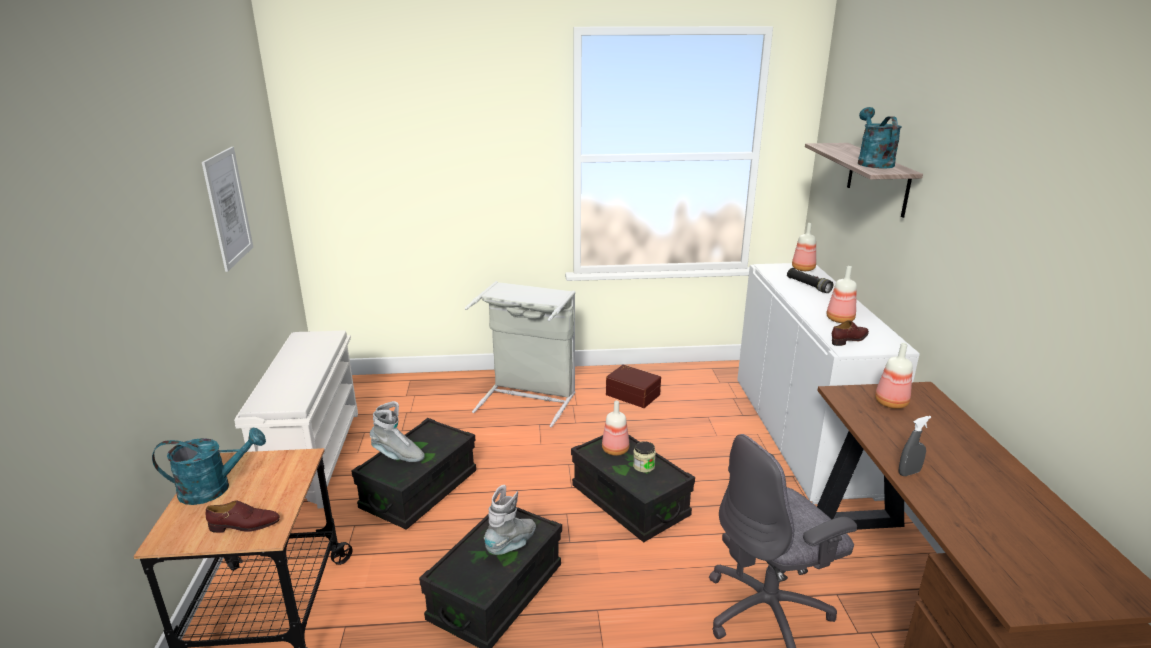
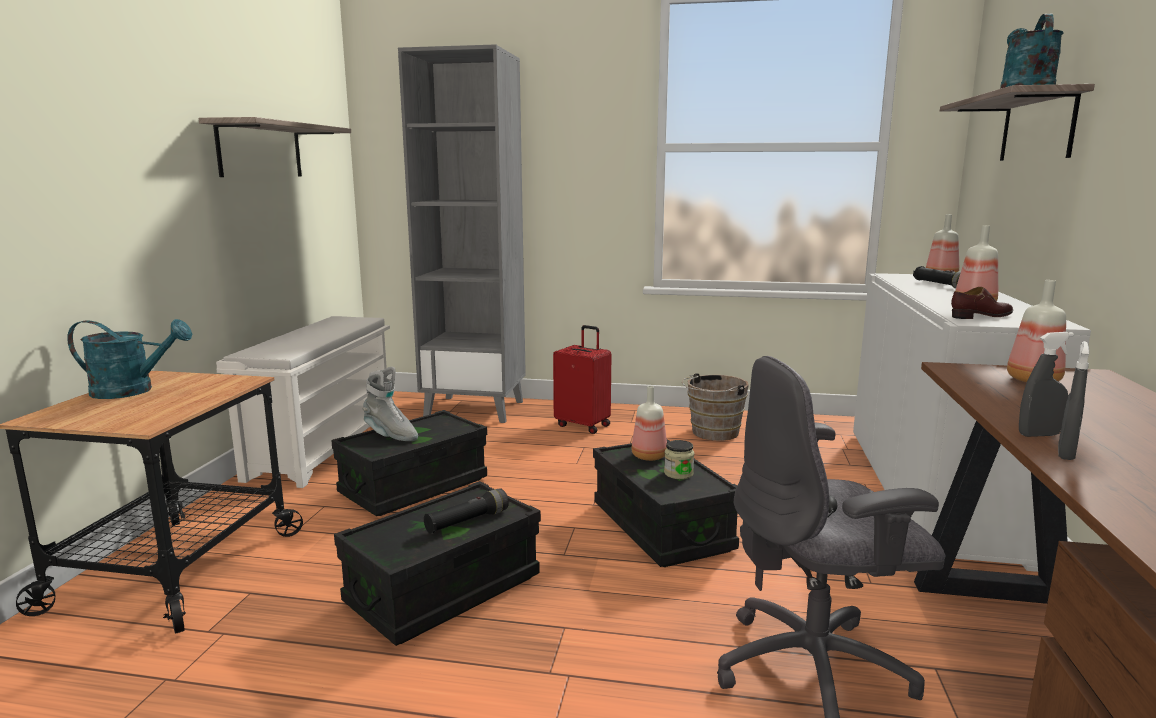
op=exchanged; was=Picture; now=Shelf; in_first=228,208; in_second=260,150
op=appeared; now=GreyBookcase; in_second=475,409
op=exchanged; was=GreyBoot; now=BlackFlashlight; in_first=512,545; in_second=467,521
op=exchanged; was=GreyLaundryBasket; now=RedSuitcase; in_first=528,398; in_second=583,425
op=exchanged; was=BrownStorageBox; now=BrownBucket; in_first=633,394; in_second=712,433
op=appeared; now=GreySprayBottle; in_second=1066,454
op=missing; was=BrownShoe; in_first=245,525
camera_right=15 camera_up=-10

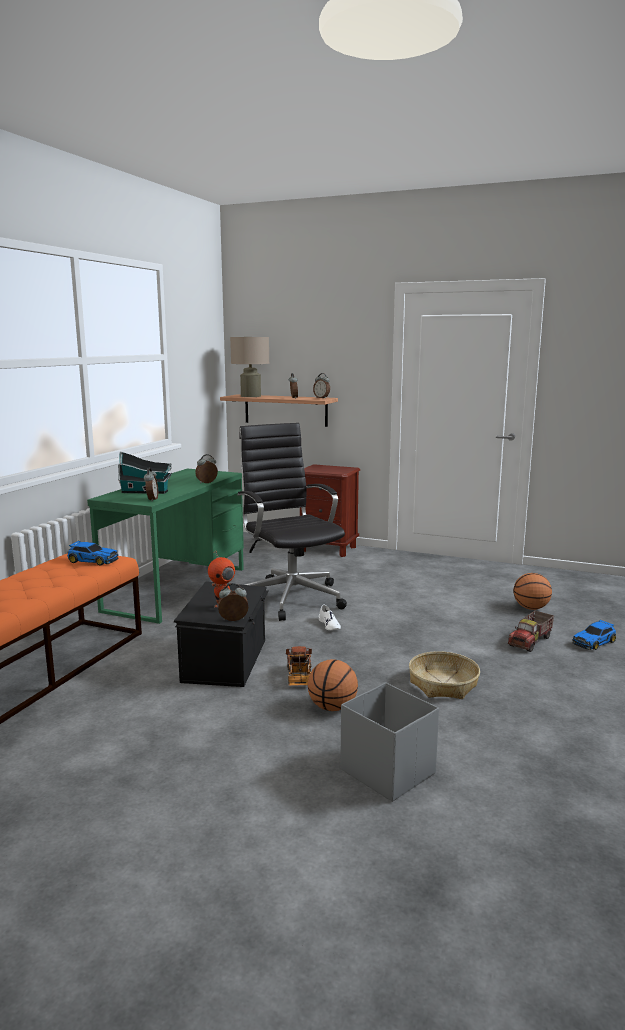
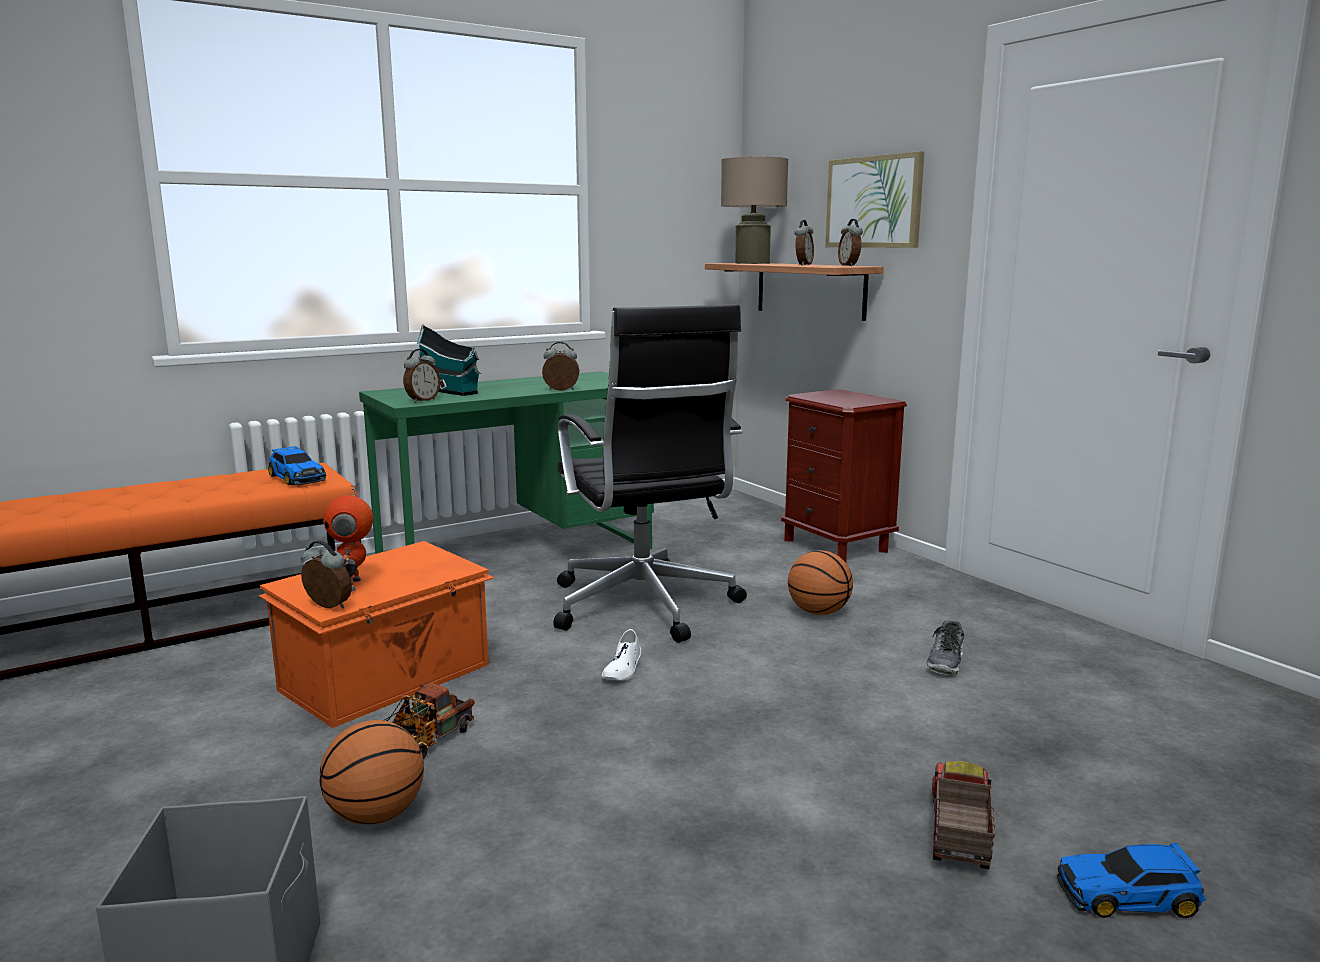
op=colour; was=BlackStorageBox; now=OrangeStorageBox; in_first=227,660; in_second=388,677
op=spun; was=BlackOfficeChair; in_first=290,597; in_second=644,607; clockwise=150
op=relocated; was=Basketball; in_first=531,608; in_second=818,612
op=appeared; now=Picture; in_second=874,202
op=appeared; now=Shoe; in_second=946,662
op=spun; was=ToyTruck; in_first=531,641; in_second=958,834; clockwise=120
op=missing; was=Basket; in_first=443,684
camera_right=35 camera_up=0

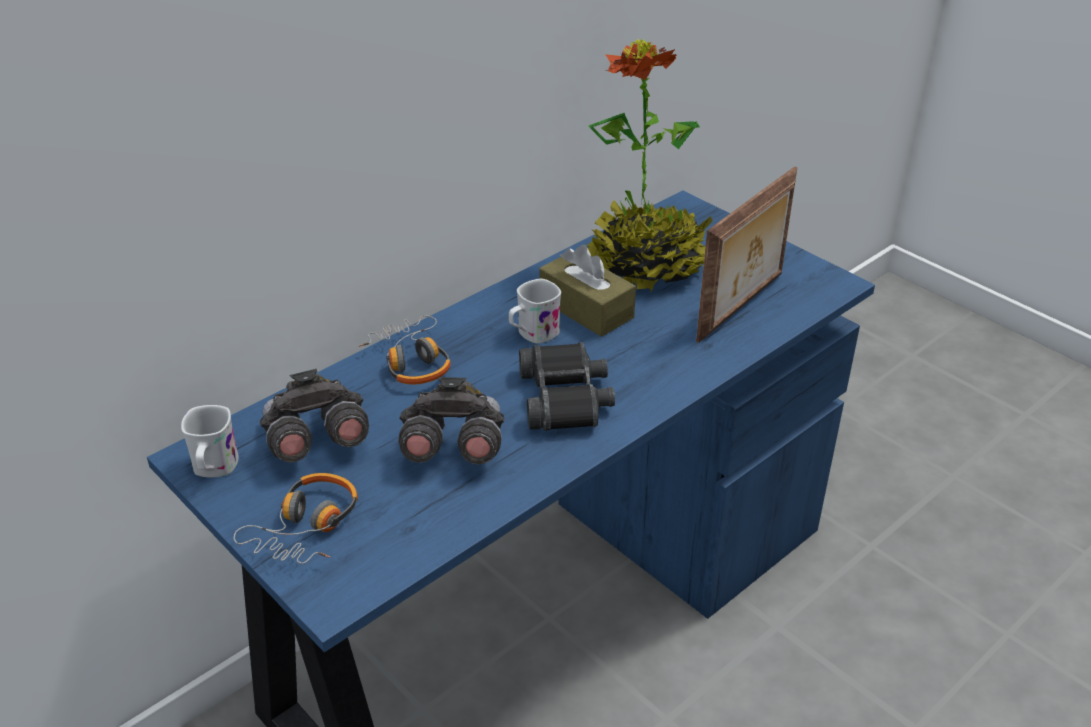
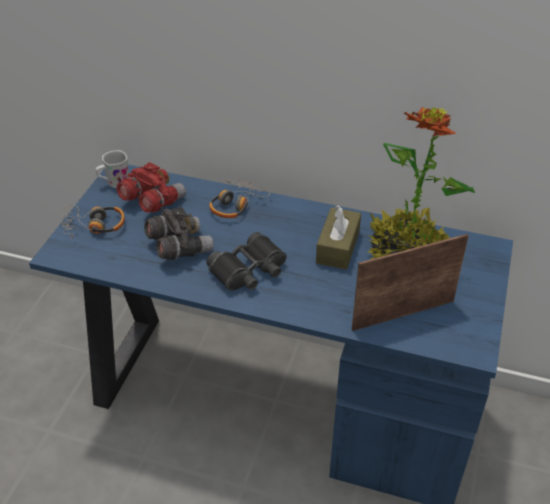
op=colour; was=GreyBinoculars; now=RedBinoculars; in_first=315,442; in_second=152,202
op=spun; was=PictureFrame; in_first=743,307; in_second=402,313; clockwise=150
op=missing; was=WhiteMug; in_first=533,334
camera_right=60 camera_up=5

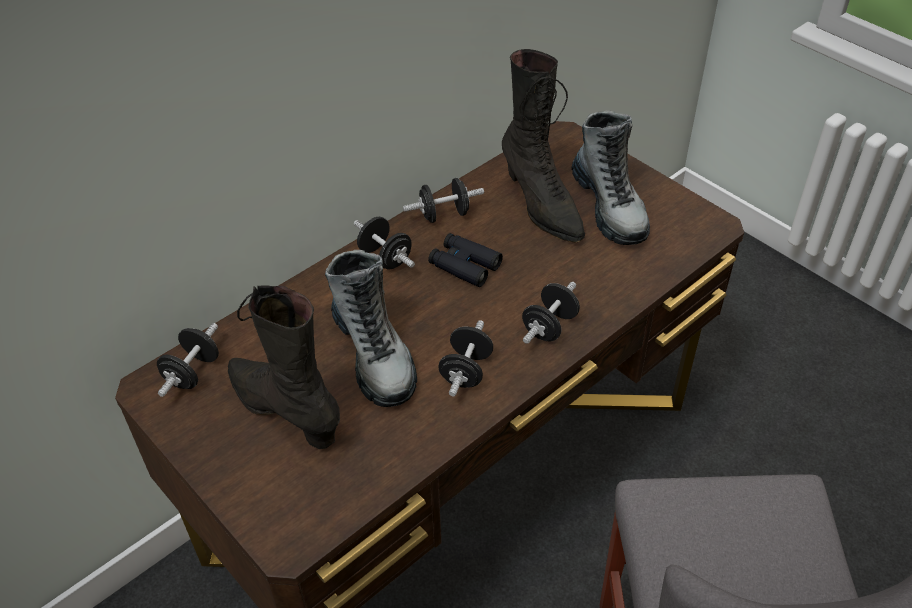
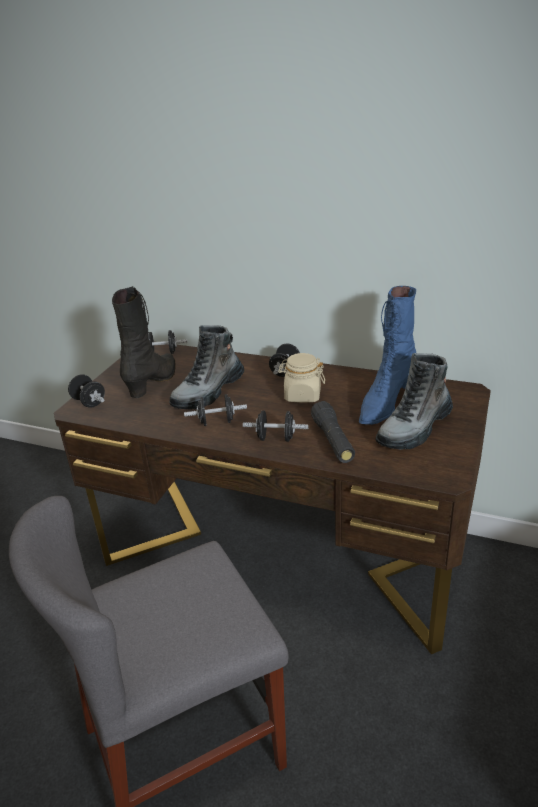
op=relocated; was=BlackDumbbell; in_first=444,214; in_second=89,402
op=exchanged; was=BlackBinoculars; now=BeigeJar; in_first=464,265; in_second=302,395
op=appeared; now=BlackFlashlight; in_second=333,441
op=colour; was=BlackBoot; now=BlueBoot; in_first=541,205; in_second=385,403
camera_right=65 camera_up=-15

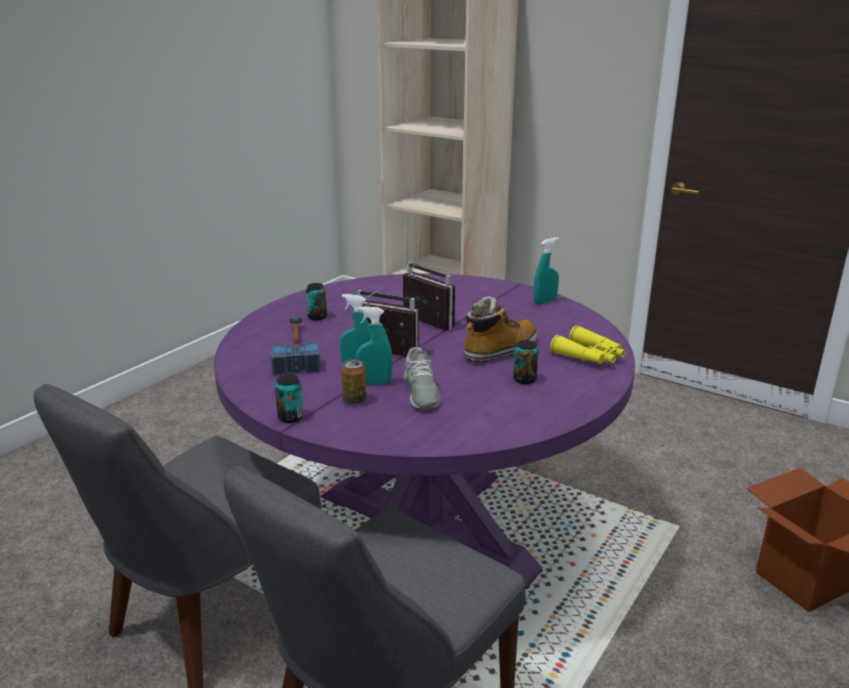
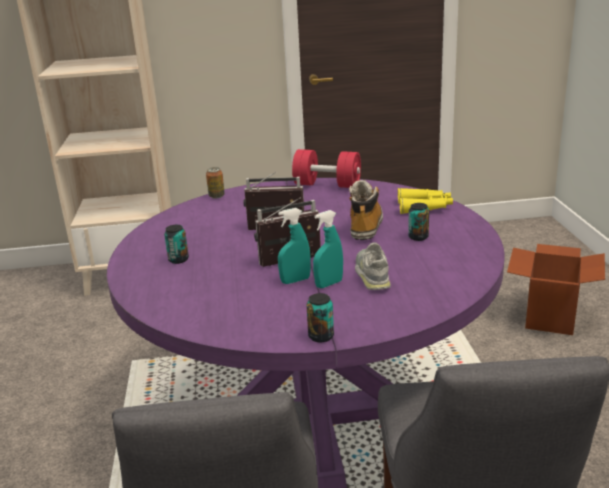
op=relocated; was=Can; in_first=354,400; in_second=216,196
op=exchanged; was=TurquoiseSprayBottle; now=RedDumbbell; in_first=545,301; in_second=327,185
op=spun; was=GreyShoe; in_first=420,392; in_second=372,274; clockwise=-135
op=missing; was=Hammer; in_first=296,349
camera_right=-40 camera_up=0

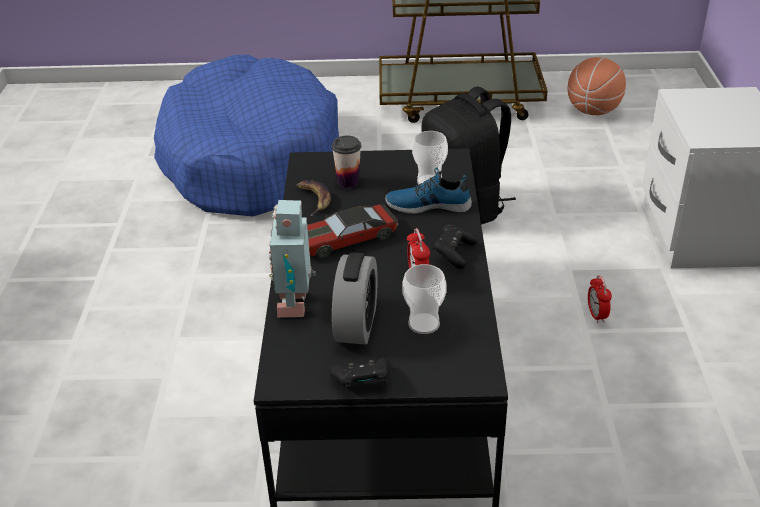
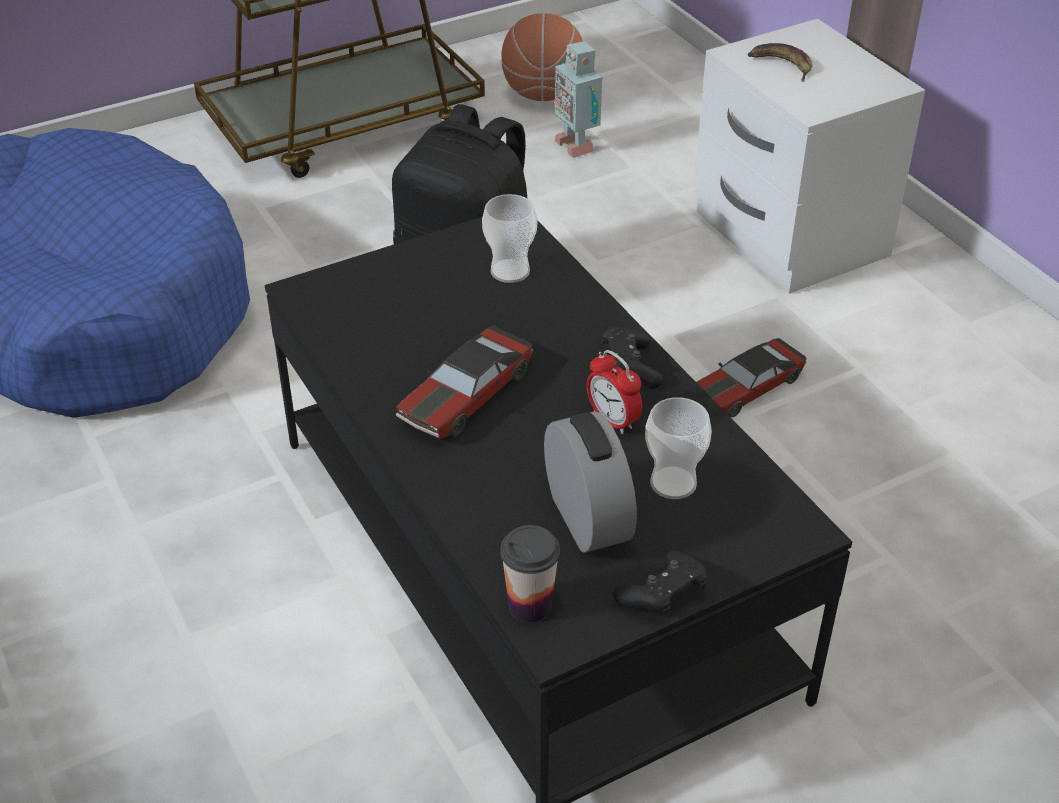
op=relocated; was=Cup; in_first=348,181; in_second=530,605
op=relocated; was=ToyRobot; in_first=296,304; in_second=576,145
op=exchanged; was=AlarmClock; now=ToyCar; in_first=596,315; in_second=746,388
op=relocated; was=Banana; in_first=314,199; in_second=781,65
op=missing; was=Shoe; in_first=428,204
camera_right=-30 camera_up=5

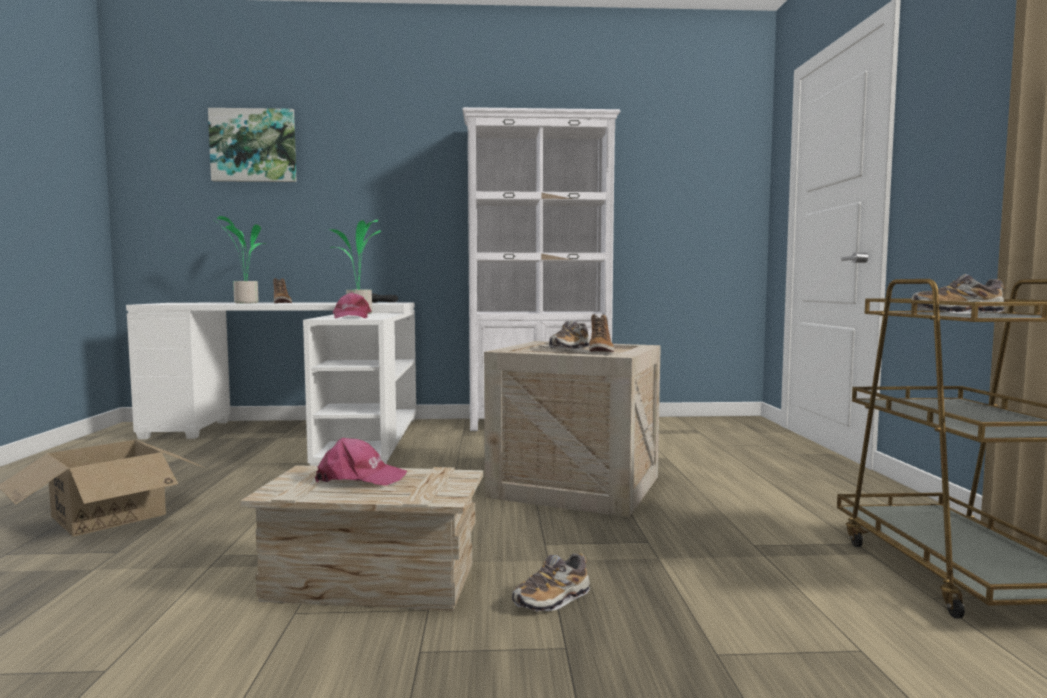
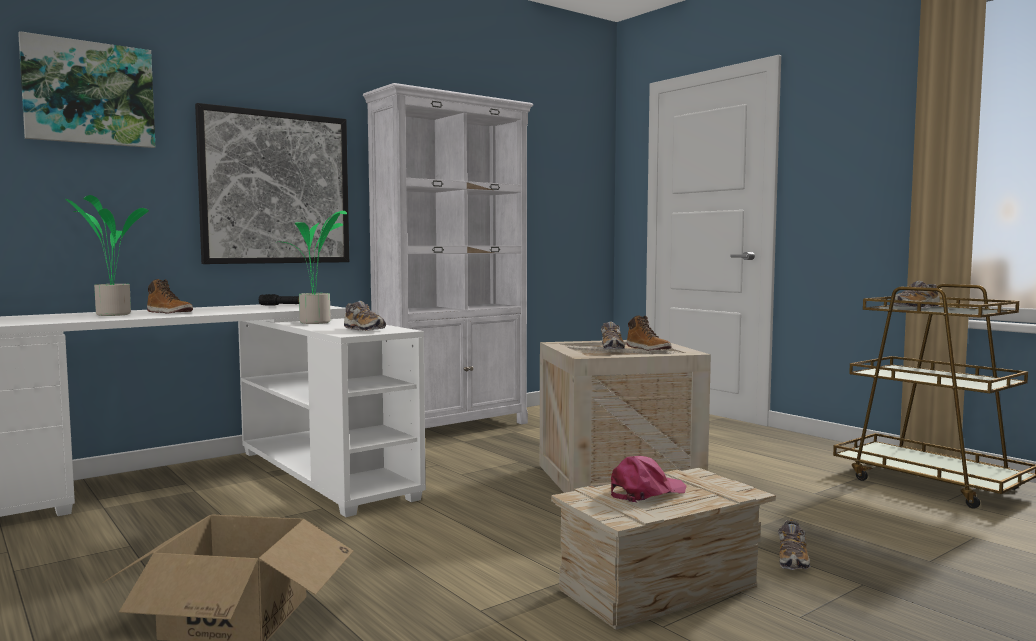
op=appeared; now=Picture; in_second=275,188
op=exchanged; was=PinkCap; now=Shoe; in_first=351,317; in_second=364,330
camera_right=-35 camera_up=0

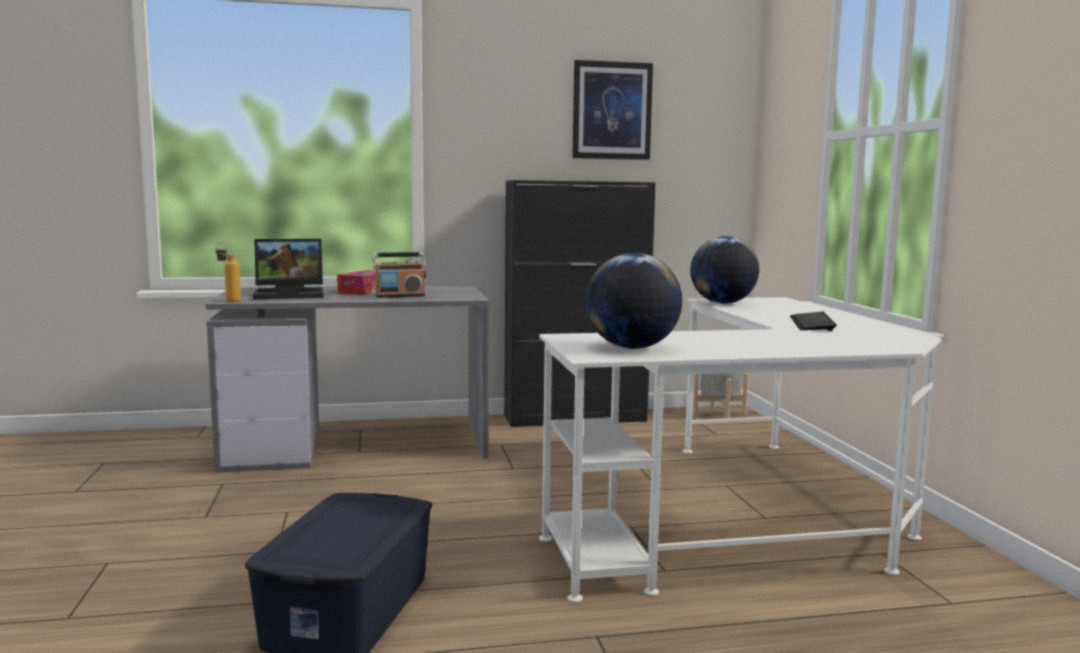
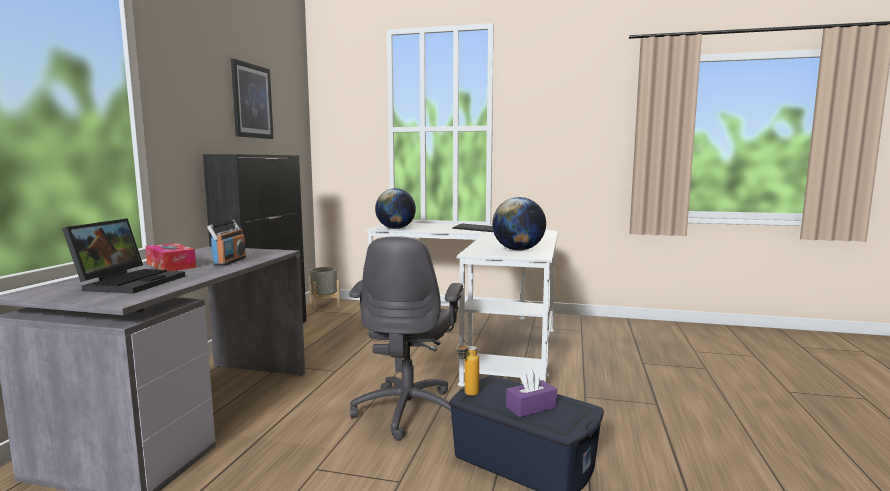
op=appeared; now=GreyOfficeChair; in_second=408,410
op=relocated; was=Bottle; in_first=229,301; in_second=467,395
op=appeared; now=PurpleTissueBox; in_second=531,407
camera_right=-65 camera_up=0

